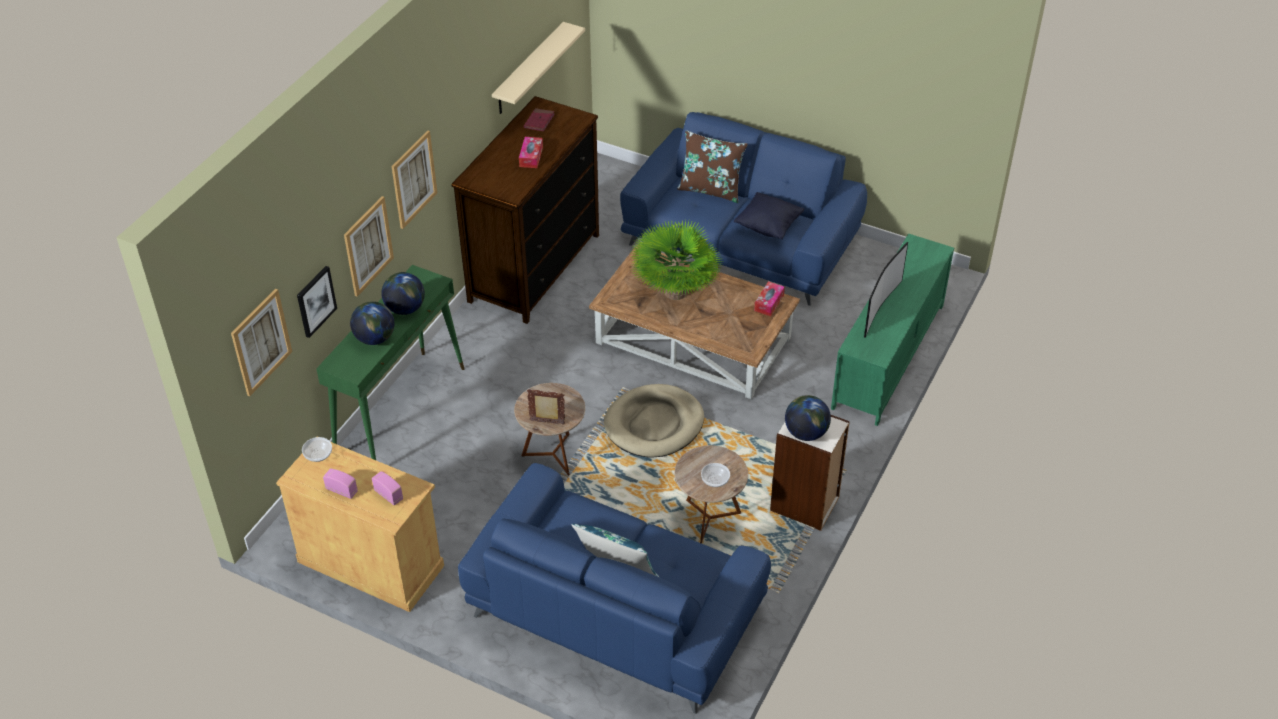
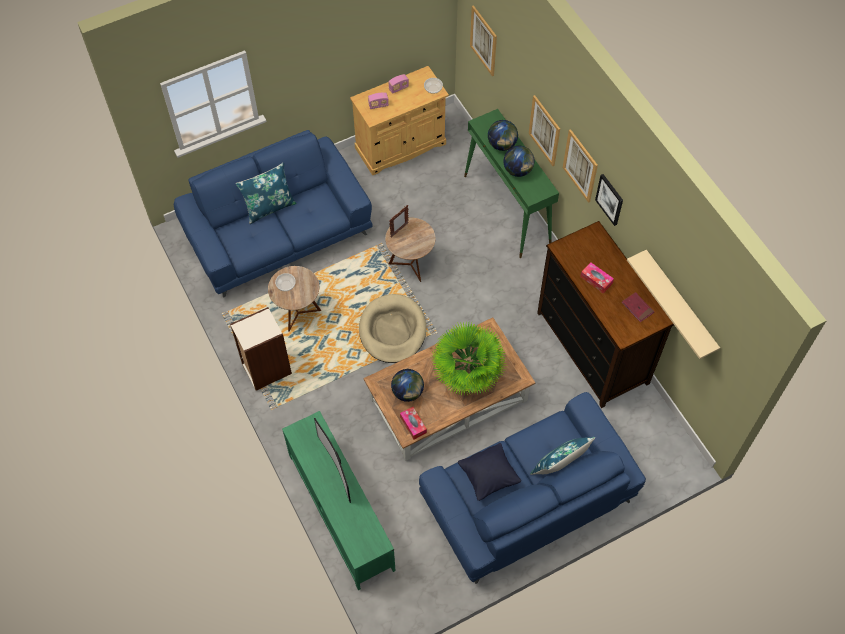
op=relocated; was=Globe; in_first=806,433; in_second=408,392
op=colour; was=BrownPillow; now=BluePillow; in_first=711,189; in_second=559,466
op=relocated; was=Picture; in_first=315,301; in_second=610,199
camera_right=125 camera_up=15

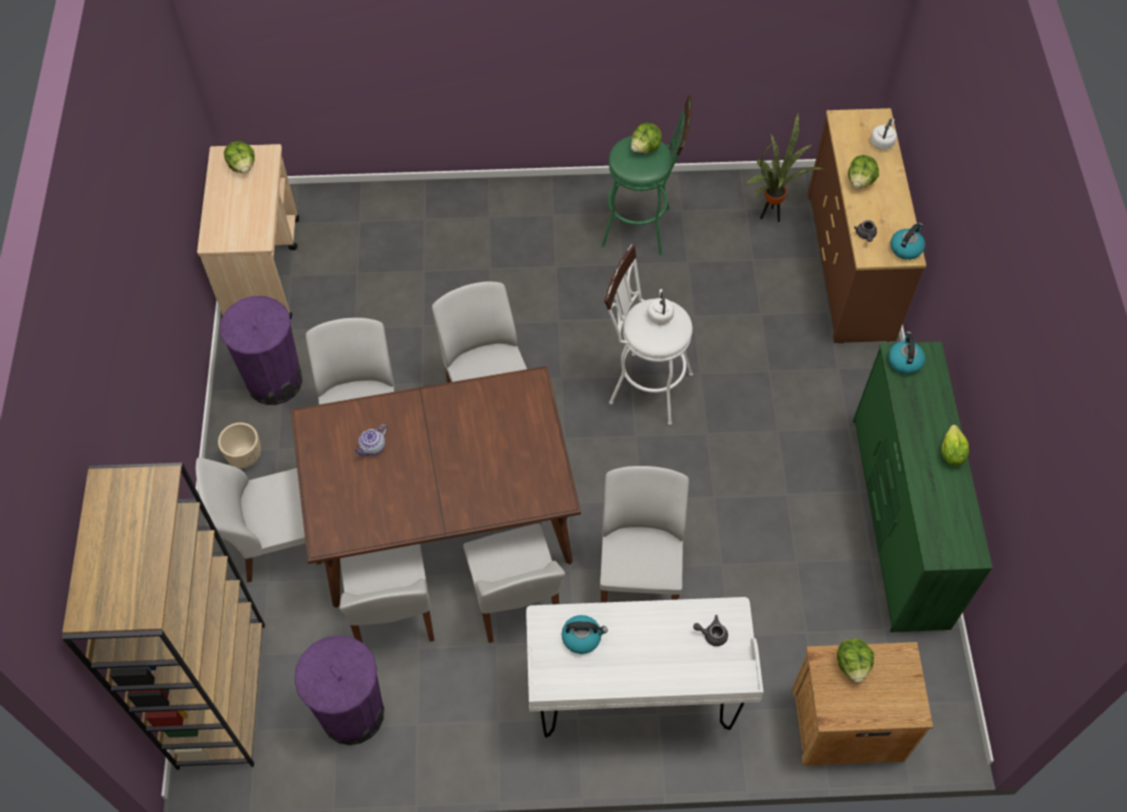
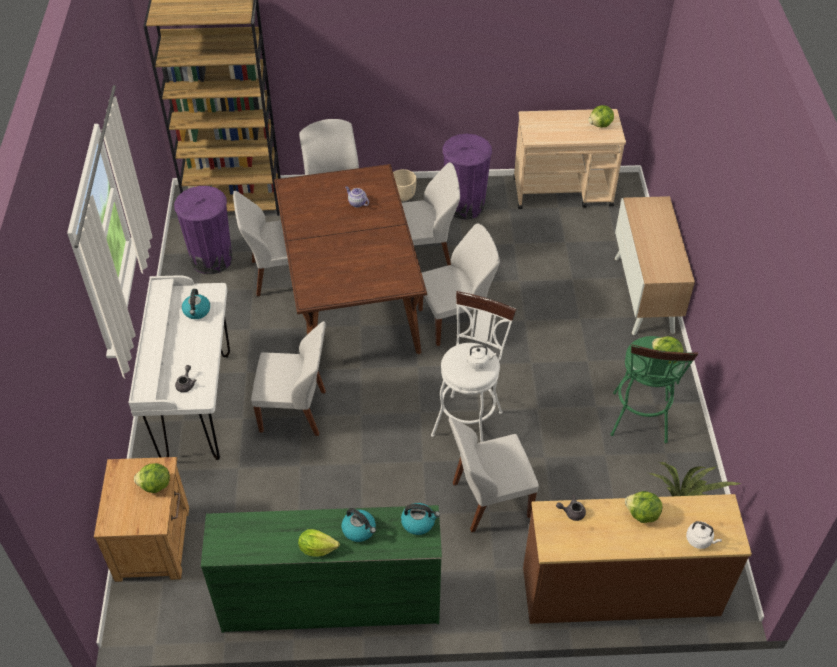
op=relocated; was=Kettle; in_first=906,248; in_second=359,530
op=relocated; was=WhiteChair; in_first=515,602; in_second=489,500
op=appeared; now=Cabinet; in_second=644,294
camera_right=90 camera_up=-10

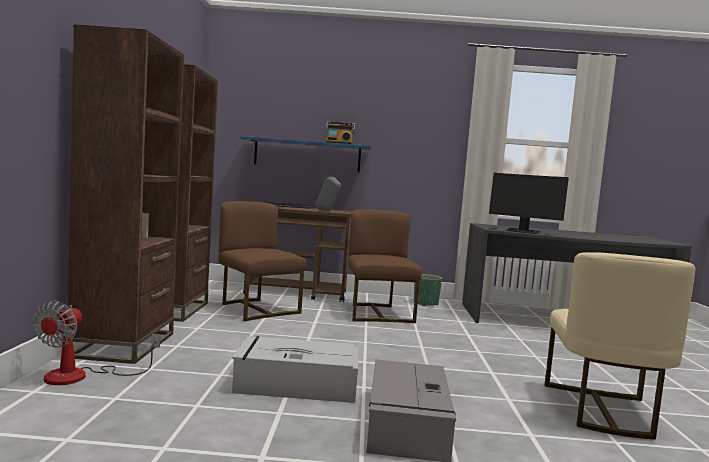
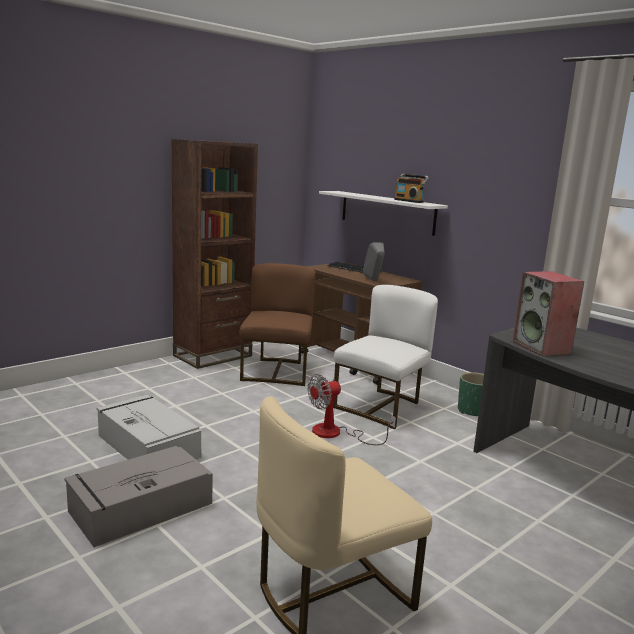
op=relocated; was=Fan; in_first=81,376; in_second=336,433
op=colour; was=BlueShelf; now=WhiteShelf; in_first=307,155; in_second=387,212
op=colour; was=BrownChair; now=WhiteChair; in_first=378,313; in_second=381,407
op=exchanged; was=Monitor; now=Speaker; in_first=523,232; in_second=542,348
op=missing; was=BrownBookcase; in_first=124,345
camera_right=45 camera_up=10

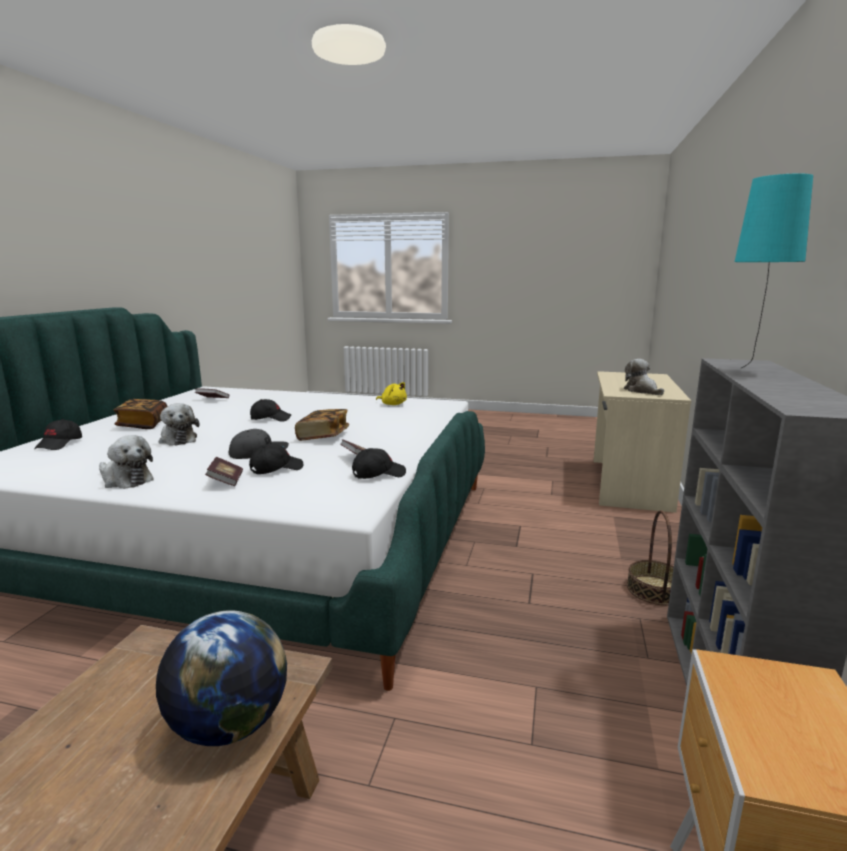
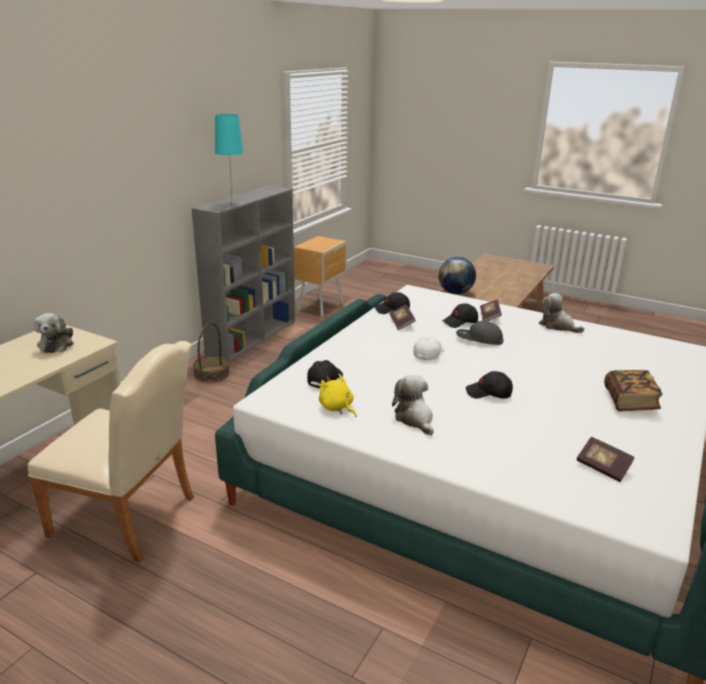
op=appeared; now=BeigeChair; in_second=131,518
op=relocated; was=BlackCap; in_first=60,444; in_second=324,380
op=relocated; was=PlushToy; in_first=178,439; in_second=414,419
op=exchanged; was=Book; now=WhiteCap; in_first=323,436; in_second=428,353
camera_right=-165 camera_up=10

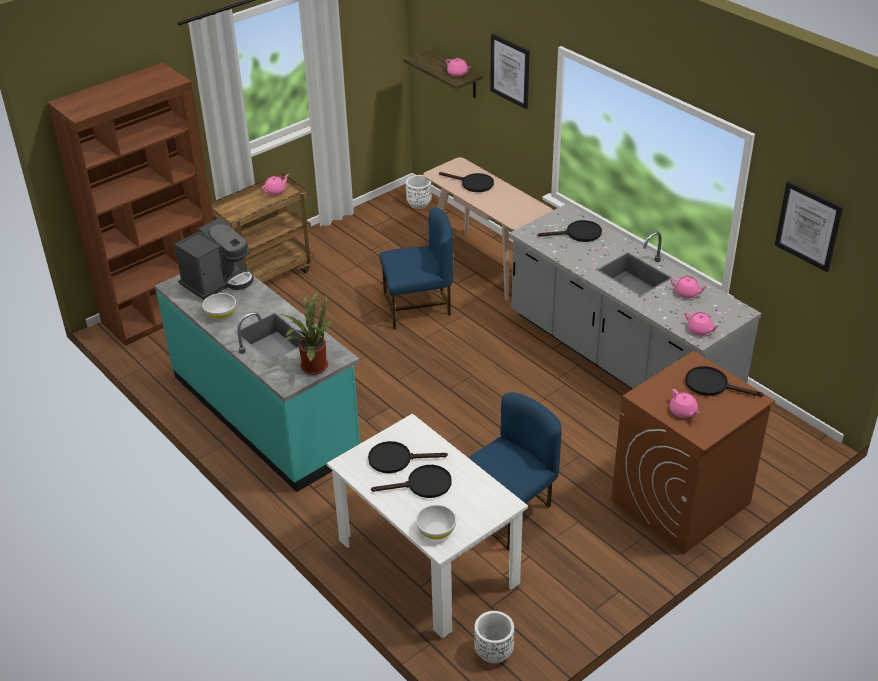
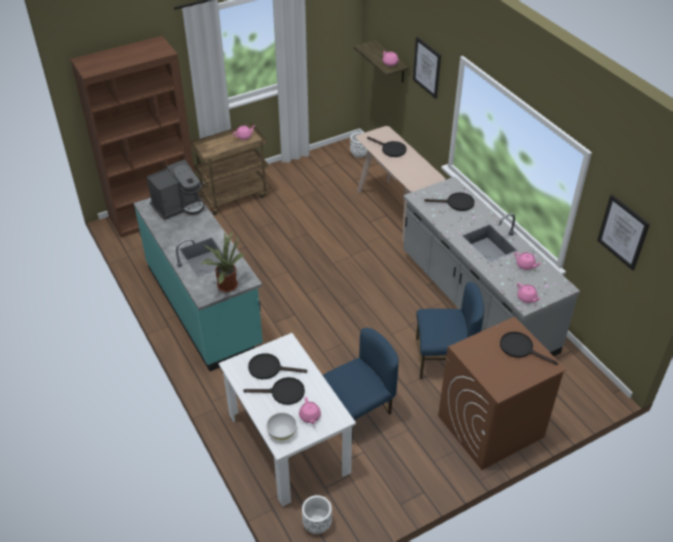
op=relocated; was=PinkTeapot; in_first=683,412; in_second=310,416
op=relocated; was=BlueChair; in_first=418,307; in_second=443,359
op=missing; was=WhiteBowl; in_first=221,314
camera_right=10 camera_up=5

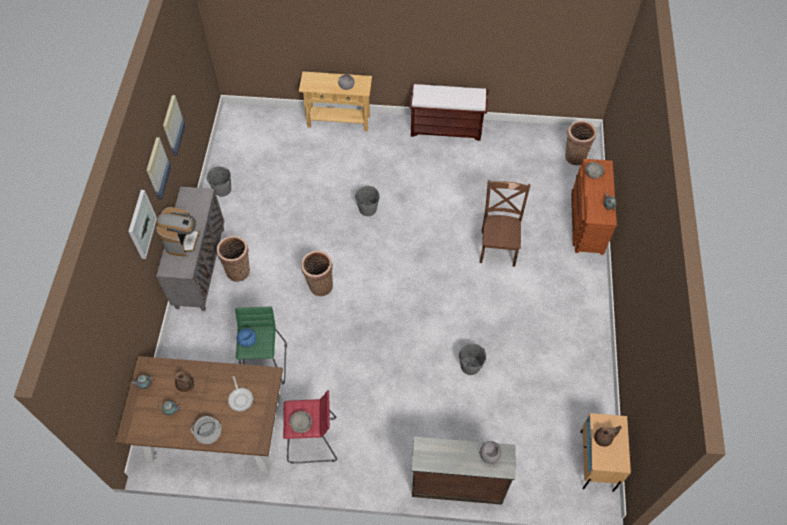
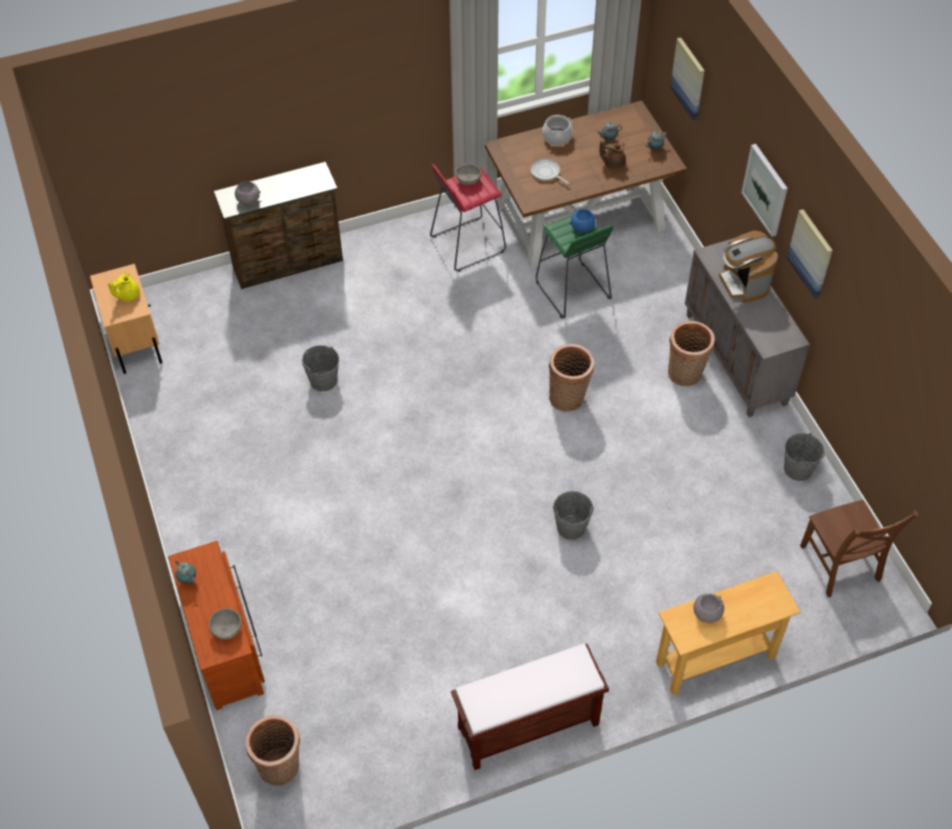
op=colour; was=BrownTeapot; now=YellowTeapot; in_first=603,438; in_second=127,295
op=relocated; was=Picture; in_first=172,125; in_second=689,78
op=relocated; was=BrownChair; in_first=498,246; in_second=841,566
camera_right=155 camera_up=-5

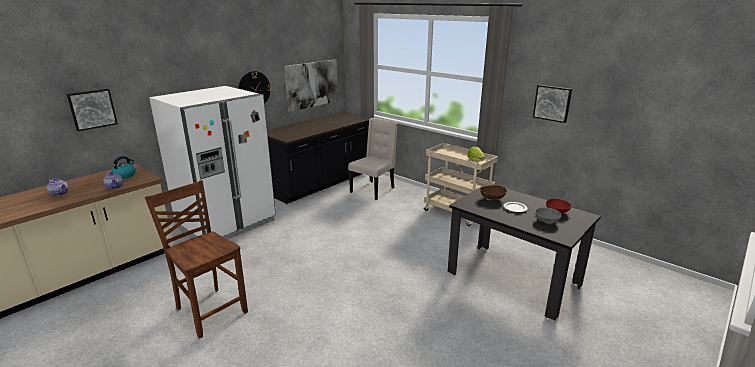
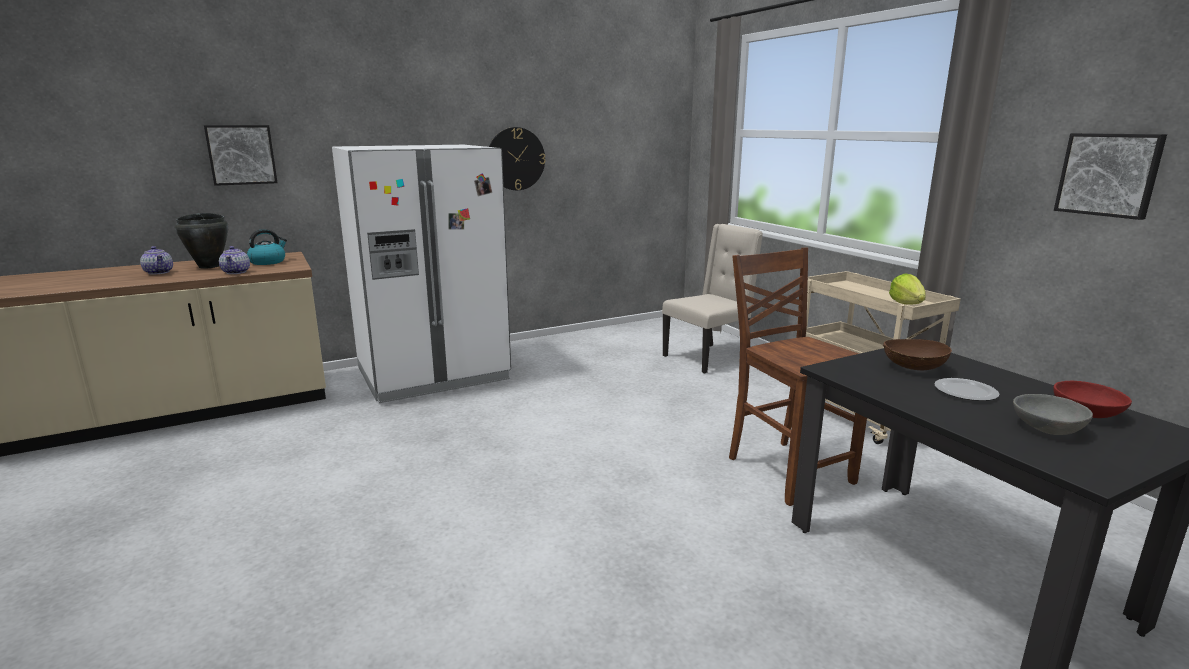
op=appeared; now=BlackCookingPot; in_second=209,266
op=relocated; was=BrownChair; in_first=210,310; in_second=787,469
op=missing; was=BlackCounter; in_first=322,183
op=missing; was=Picture; in_first=312,84
camera_right=20 camera_up=-5

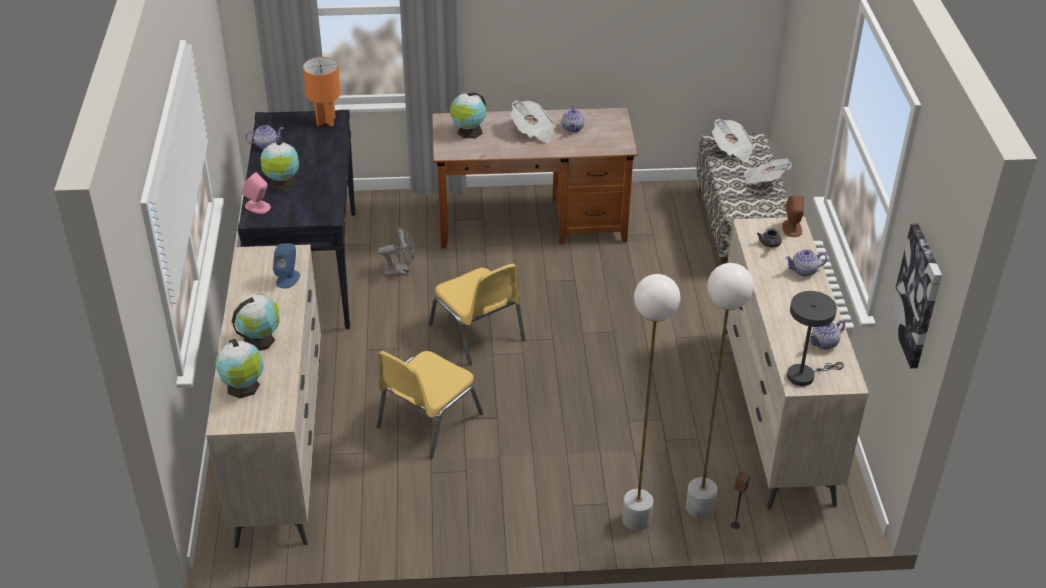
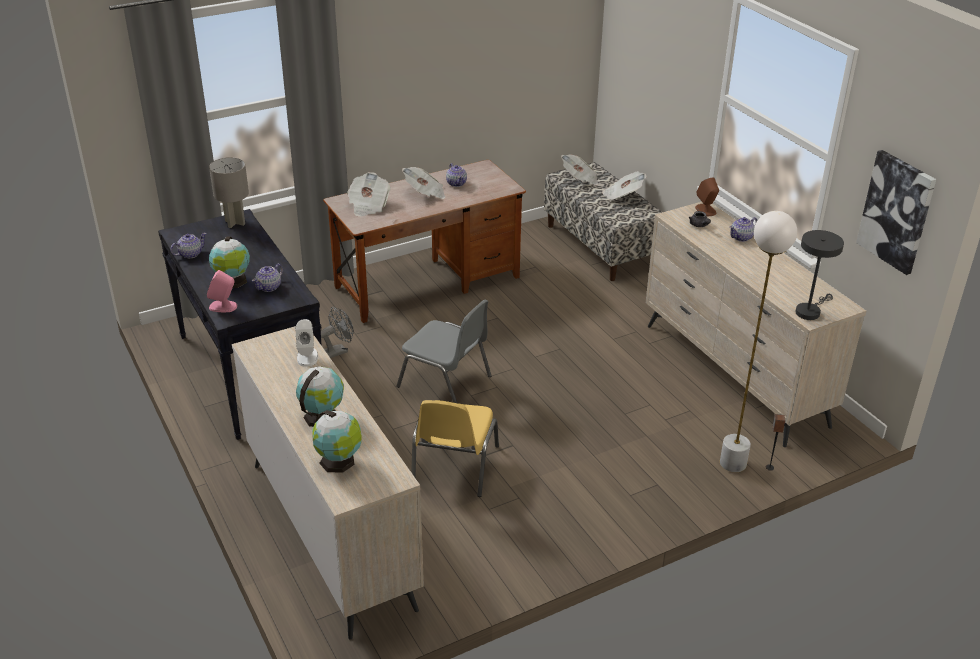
op=colour; was=OrangeTableLamp; now=GreyTableLamp; in_first=325,121; in_second=234,223
op=relocated; was=Teapot; in_first=824,343; in_second=269,287
op=colour; was=BlueSpeaker; now=WhiteSpeaker; in_first=288,278; in_second=307,357
op=exchanged; was=Globe; now=Newspaper; in_first=468,132; in_second=368,206
op=colour; was=YellowChair; now=GreyChair; in_first=478,333; in_second=446,382
op=missing; was=WhiteFloorLamp; in_first=636,520
camera_right=-25 camera_up=-5

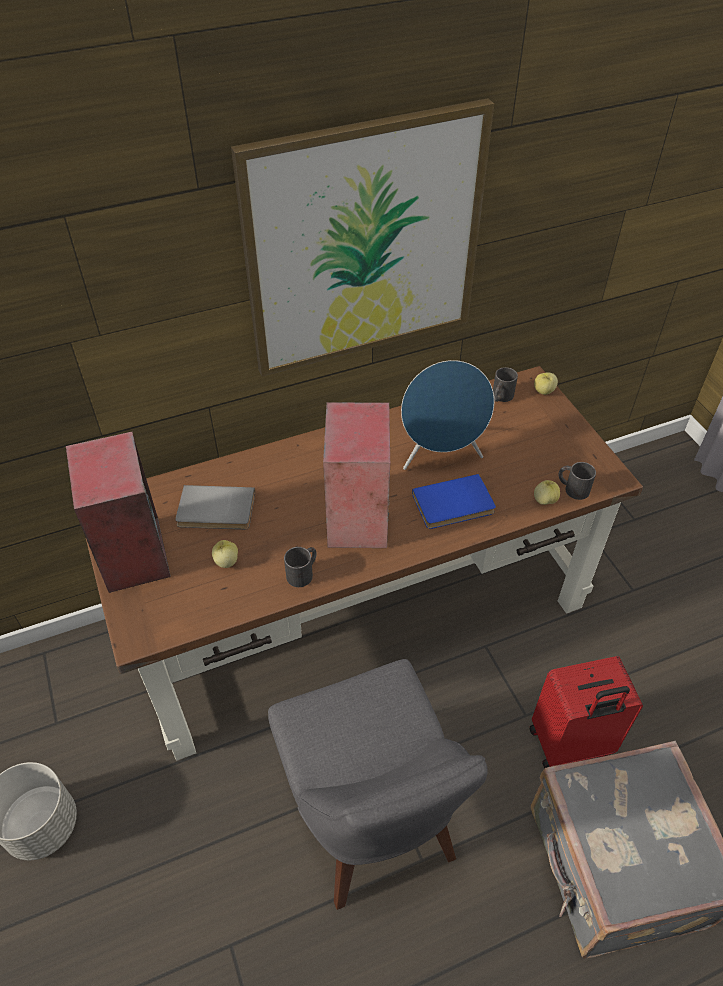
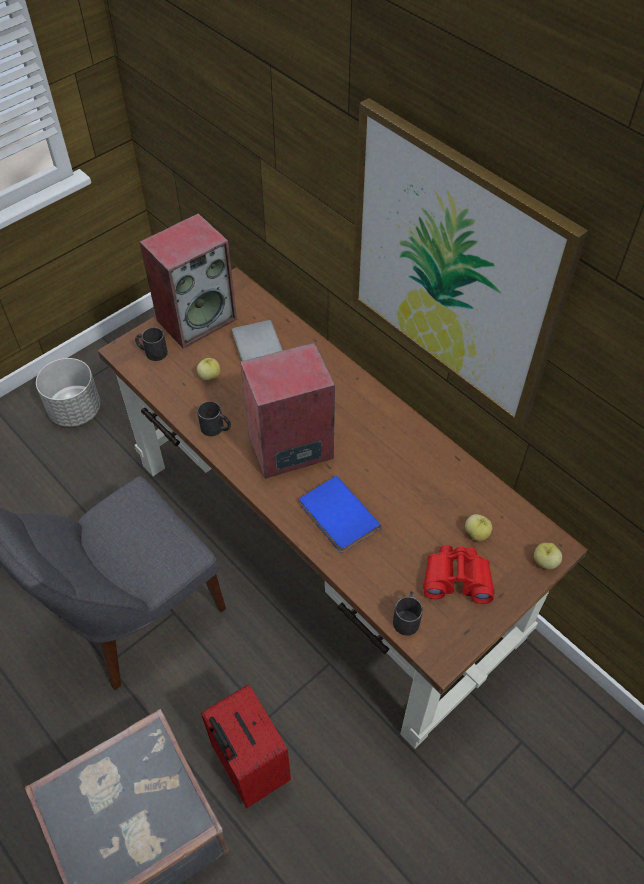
op=relocated; was=BlackMug; in_first=500,397; in_second=152,352
op=appeared; now=RedBinoculars; in_second=457,579
op=relocated; was=Apple; in_first=544,500; in_second=477,533
op=missing; was=BlueSpeaker; in_first=441,457
camera_right=70 camera_up=5

